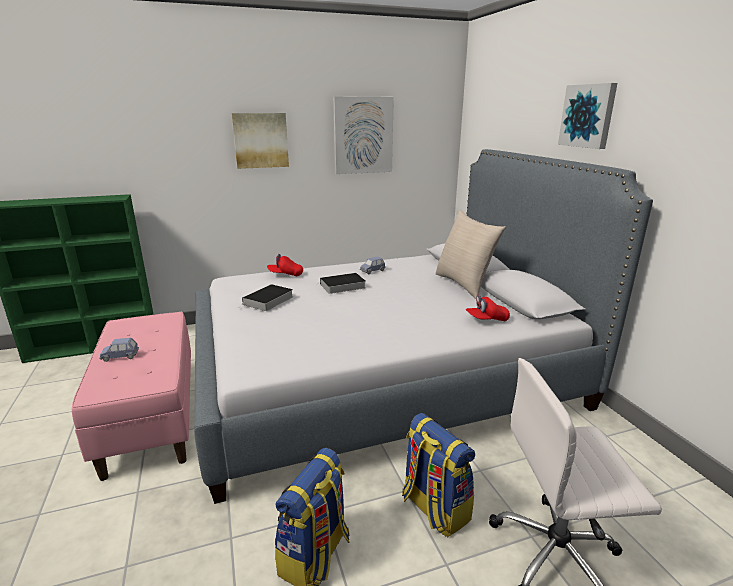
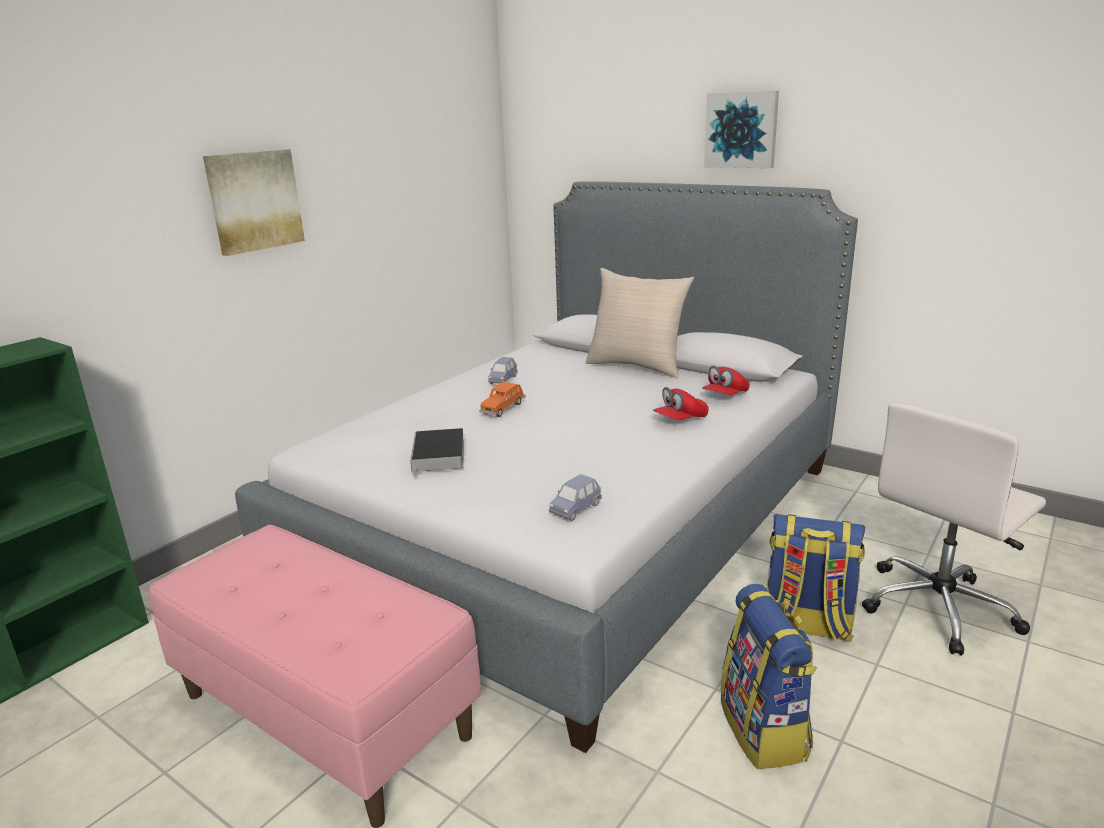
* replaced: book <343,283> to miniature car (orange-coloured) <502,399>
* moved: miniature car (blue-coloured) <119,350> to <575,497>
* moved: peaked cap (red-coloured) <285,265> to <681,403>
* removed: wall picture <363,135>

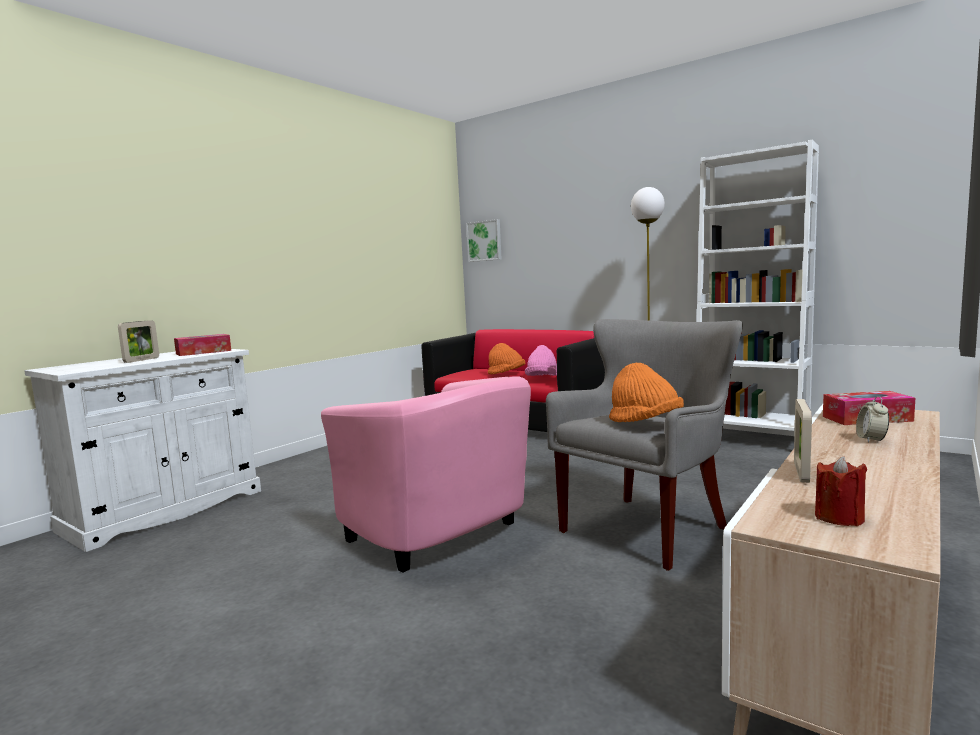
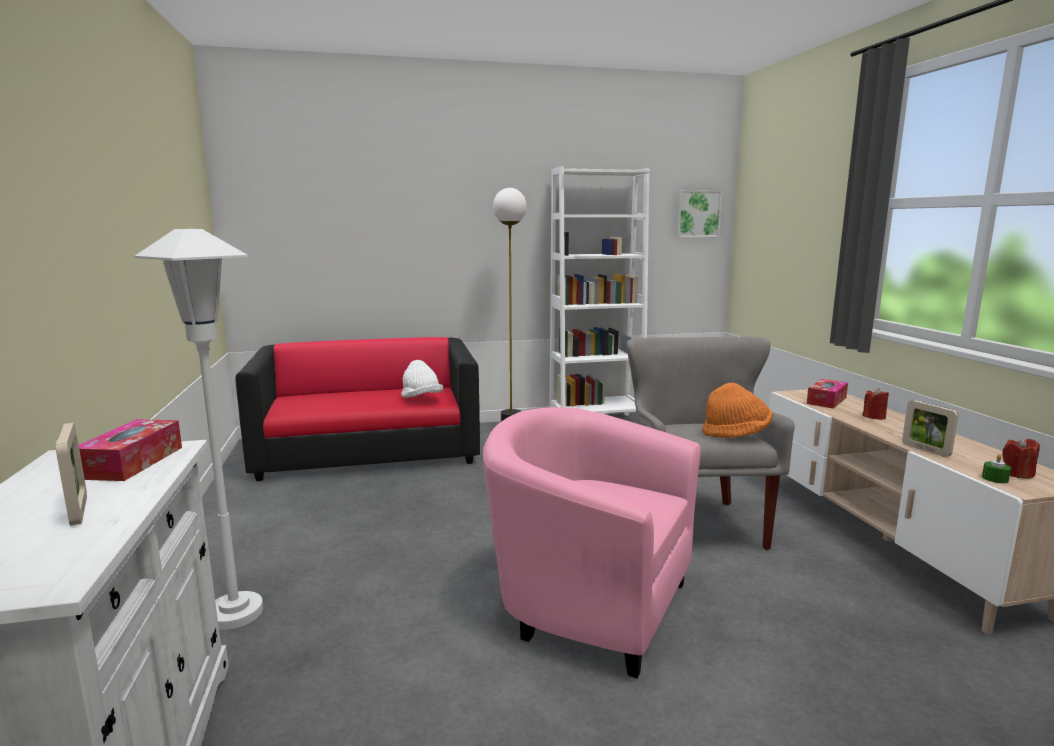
* added: floor lamp (white-coloured) <198,429>
* recoloured: wearable hat (pink) <541,360> to wearable hat (white-coloured) <422,379>
* turned: easy chair (pink) <426,475> = <592,543> 150 degrees counterclockwise
* moved: wall picture <484,240> to <699,213>
* replaced: bedside clock <872,419> to wax light (red-coloured) <875,404>
* added: wax light (green) <996,468>
* removed: wearable hat (orange-coloured) <506,359>

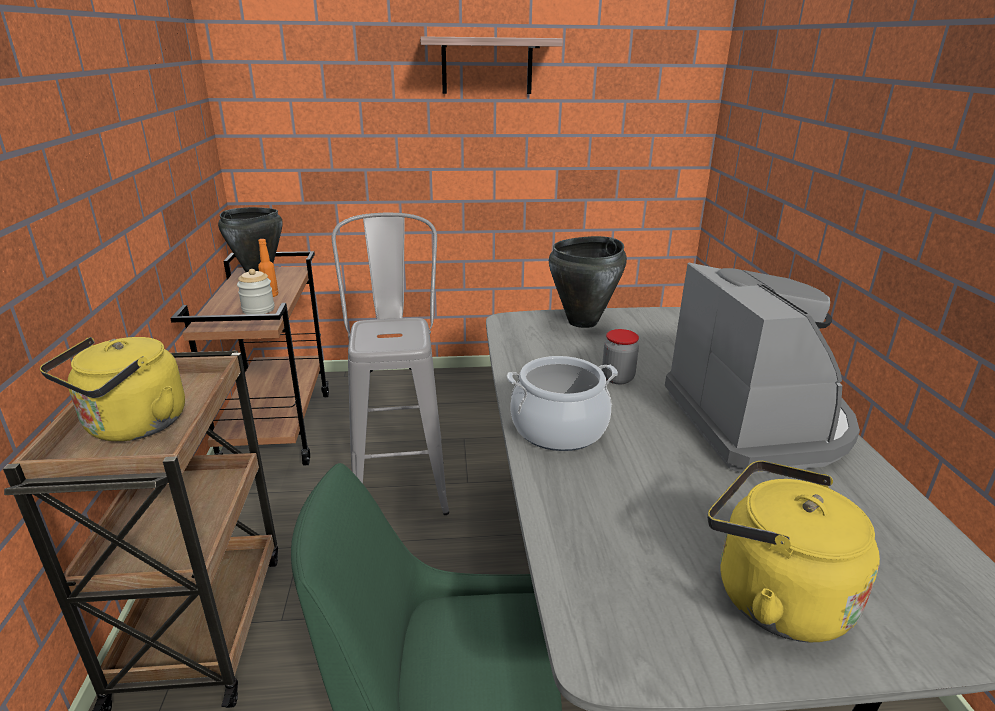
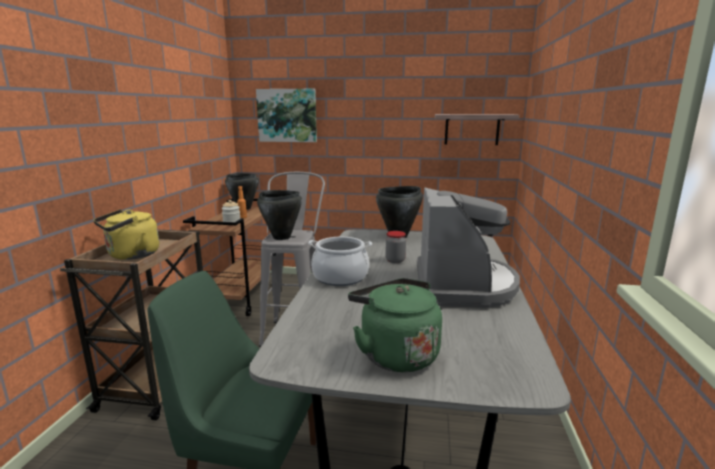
* added: wall picture <286,115>
* added: saucepot (black) <279,215>
* recoloured: tea kettle (yellowish) <794,551> to tea kettle (green) <395,325>
* moved: wall shelf <491,65> to <477,129>

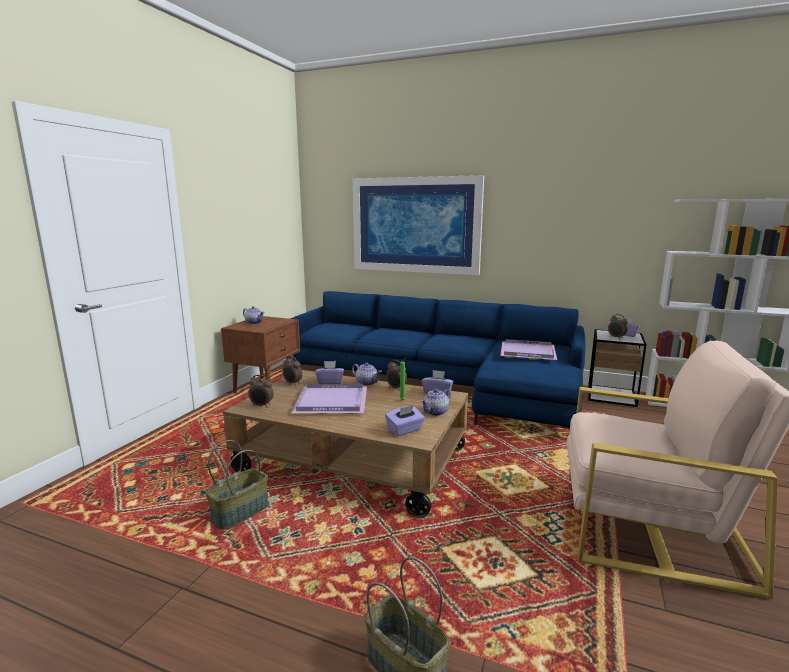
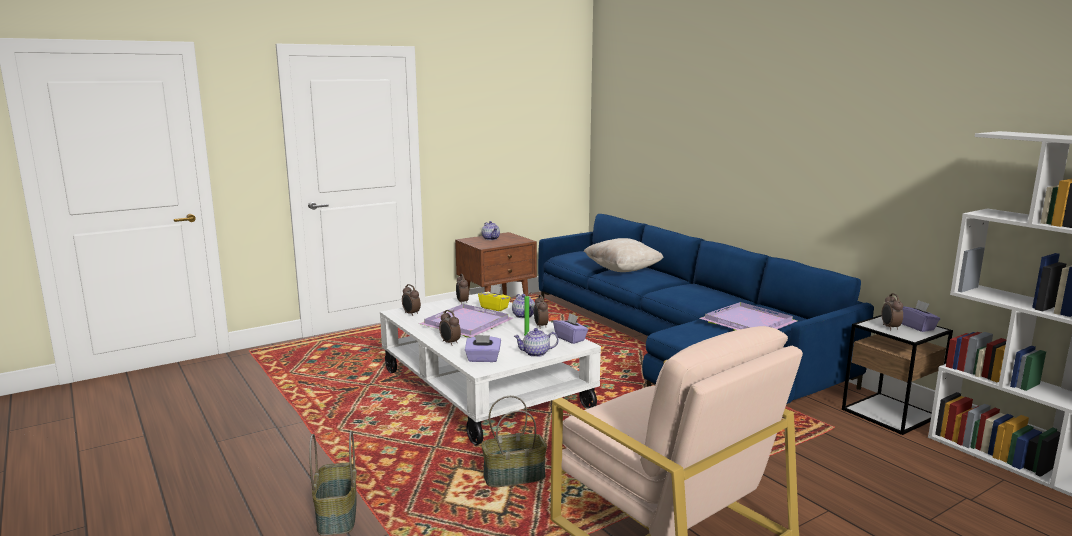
* recoloured: coffee table (brown-coloured) <345,443> to coffee table (white-coloured) <490,368>
* added: bedside clock <450,328>
* recoloured: box of tissues (purple) <329,372> to box of tissues (yellowish) <494,298>
* moved: storage basket <237,485> to <514,441>
* added: throw pillow (beige) <623,255>
* removed: wall picture <418,225>

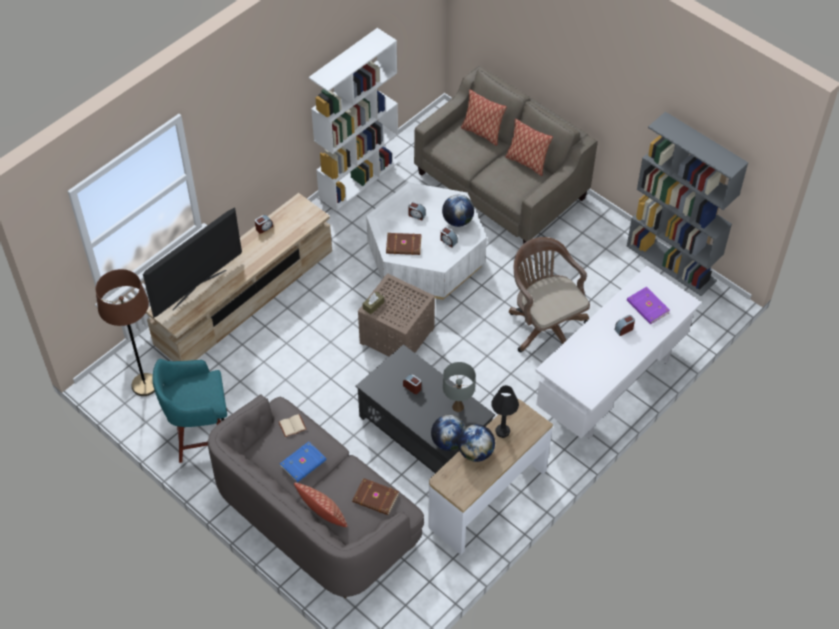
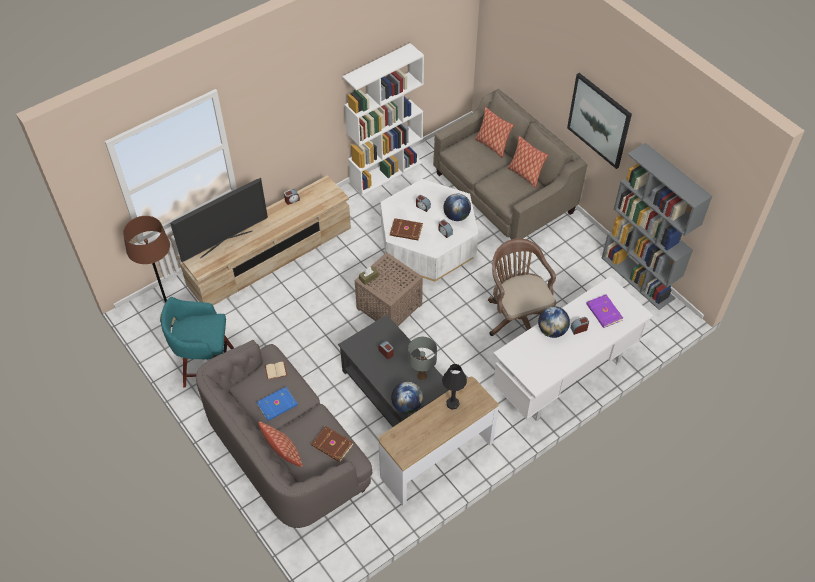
* moved: globe <476,443> to <554,322>
* added: wall picture <599,121>

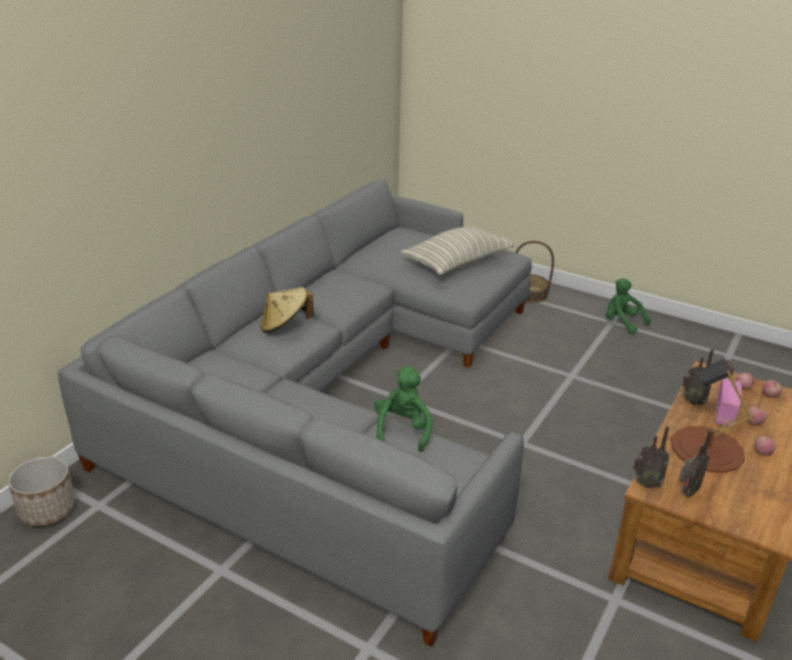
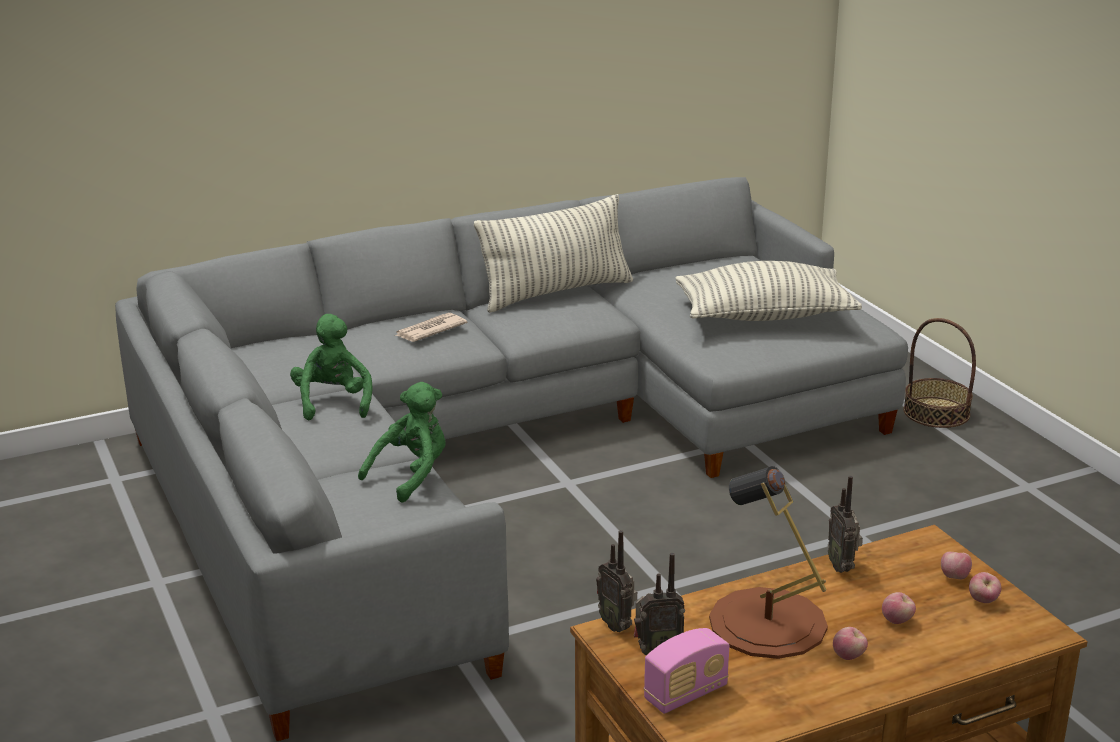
* moved: plush toy (green) <628,306> to <331,367>
* replaced: wearable hat (beige) <287,310> to newspaper <431,327>
* added: throw pillow <553,253>
* moved: radio <728,402> to <686,671>
* removed: planter <42,491>

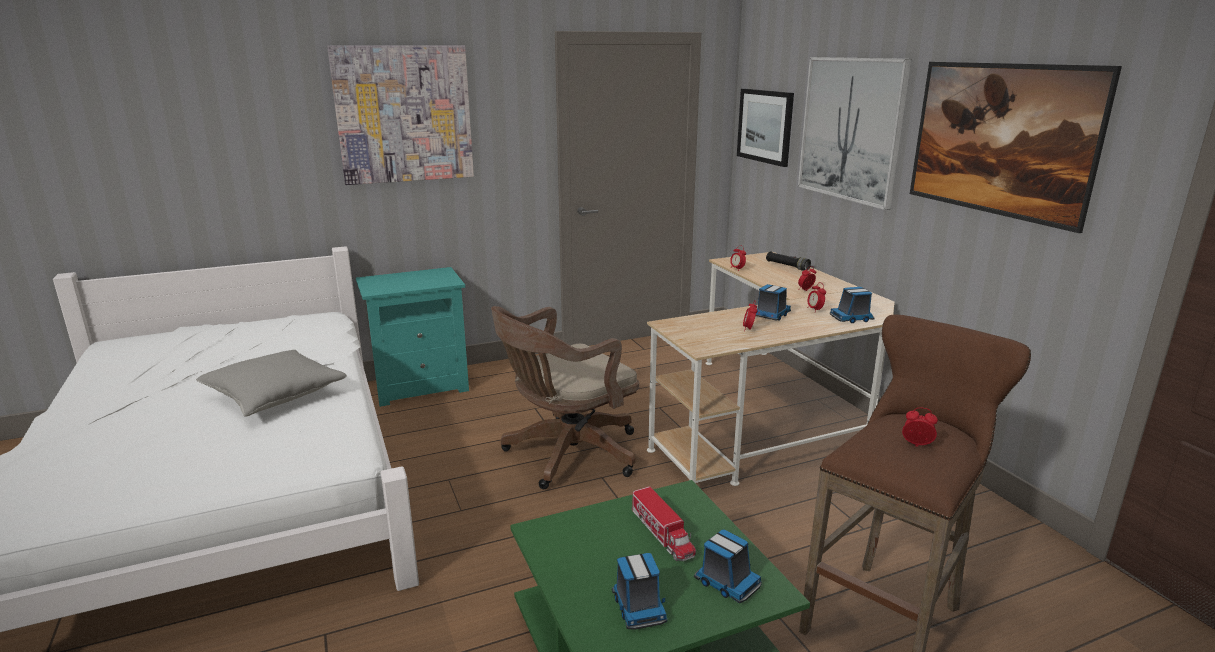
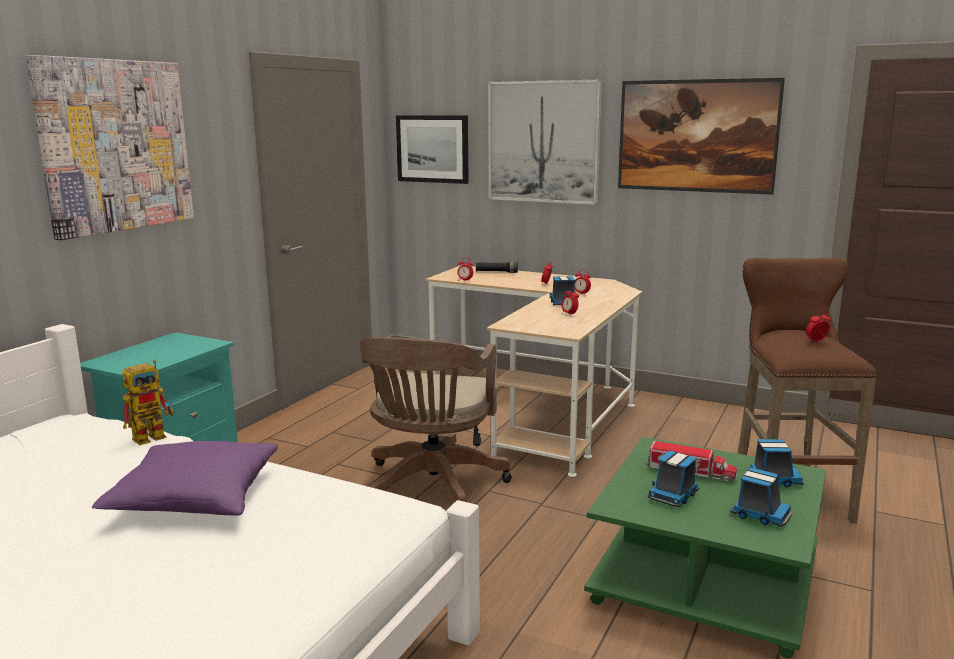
* recoloured: throw pillow (gray) <271,383> to throw pillow (purple) <185,478>
* added: model robot <148,402>
* moved: model truck <852,305> to <673,479>

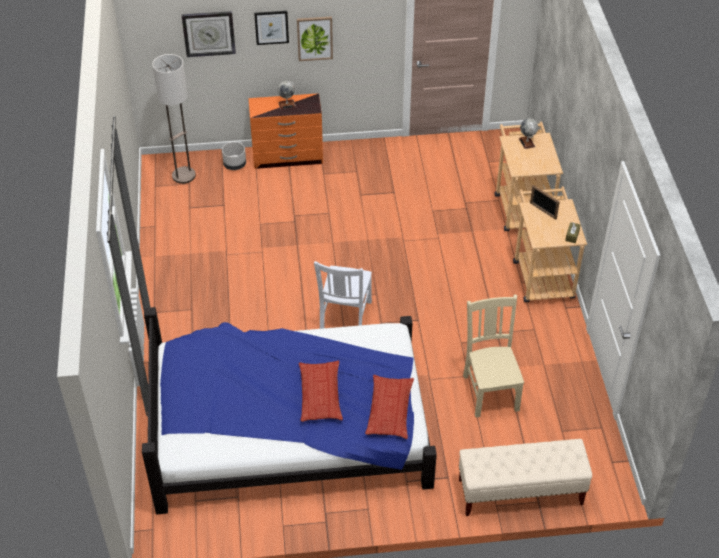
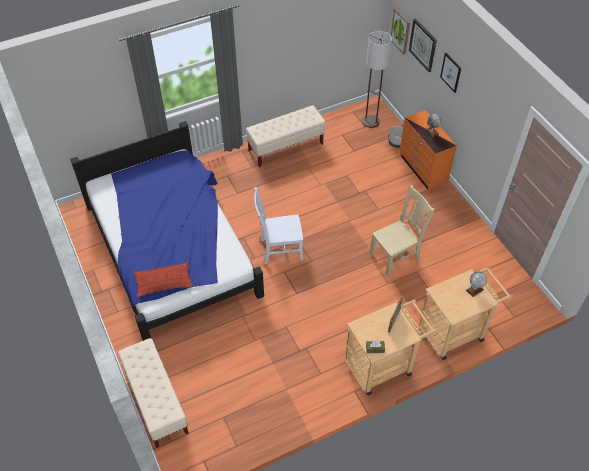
* added: bench (beige) <285,136>
* moved: chair (beige) <493,356> to <402,230>
* moved: wall picture <315,38> to <400,31>
* removed: throw pillow <321,391>

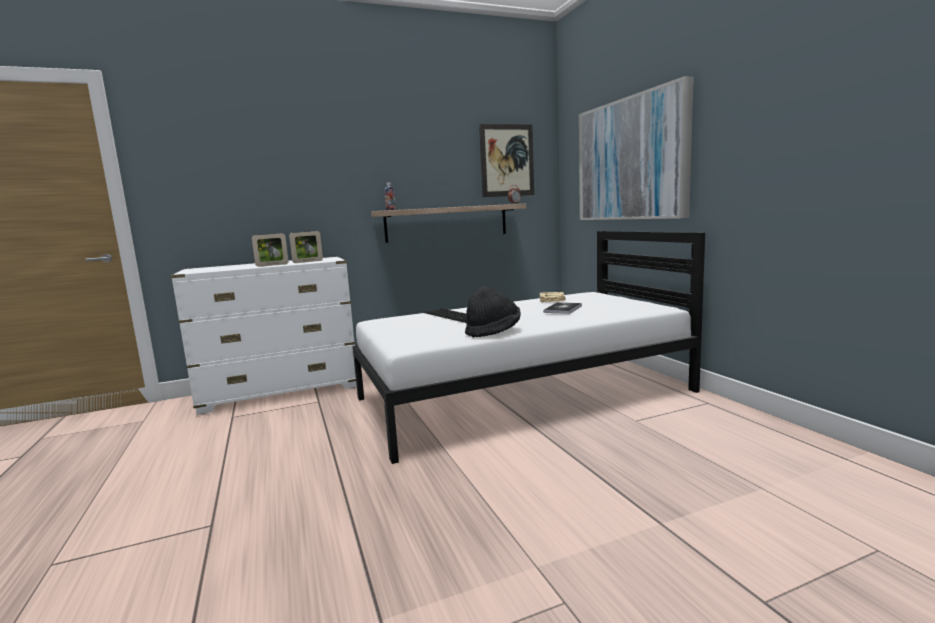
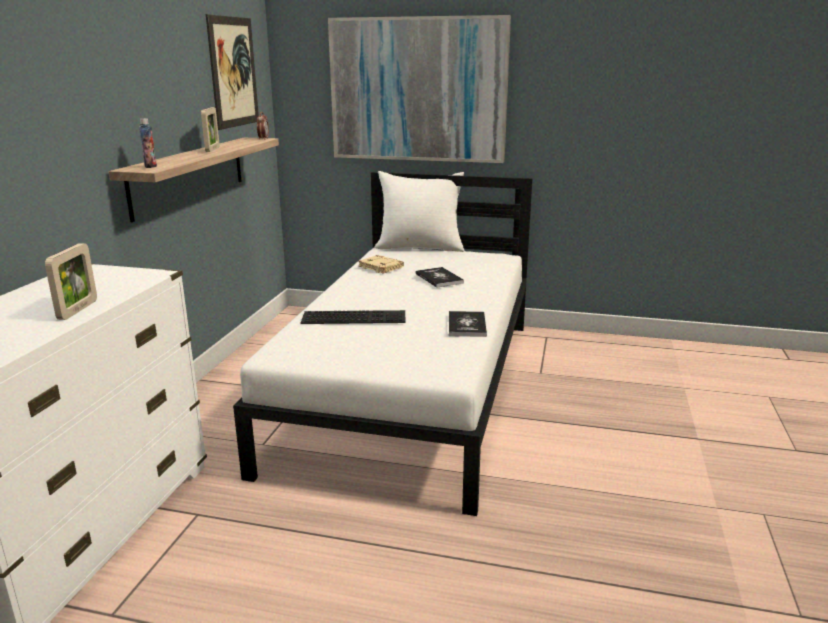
* moved: standing frame <306,247> to <210,129>
* added: throw pillow (white-coloured) <420,211>
* replaced: wearable hat (black) <493,312> to book <468,324>

